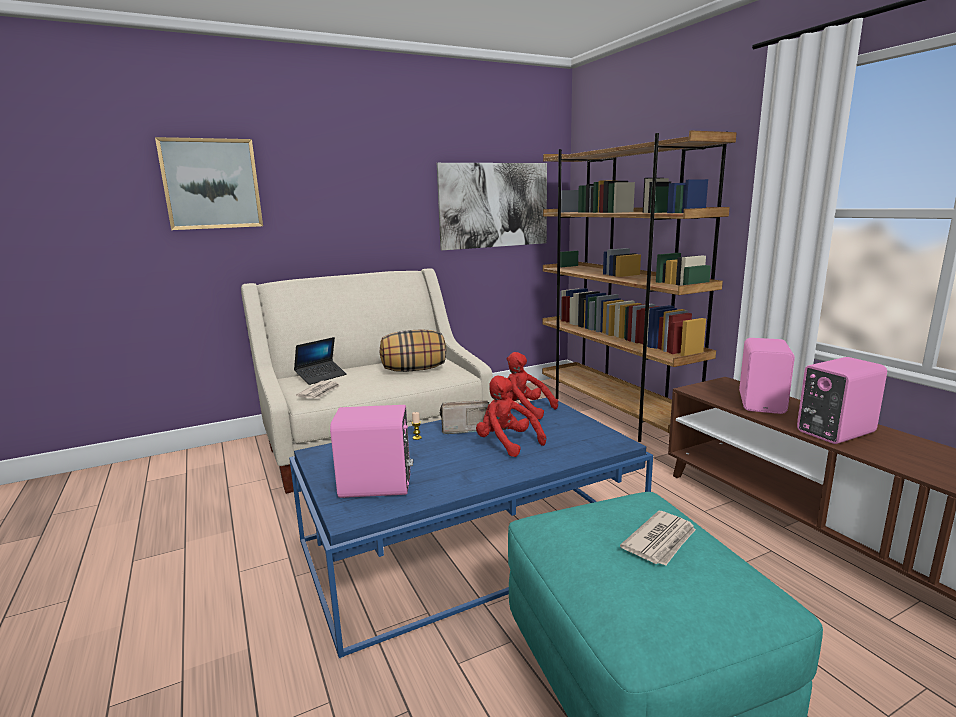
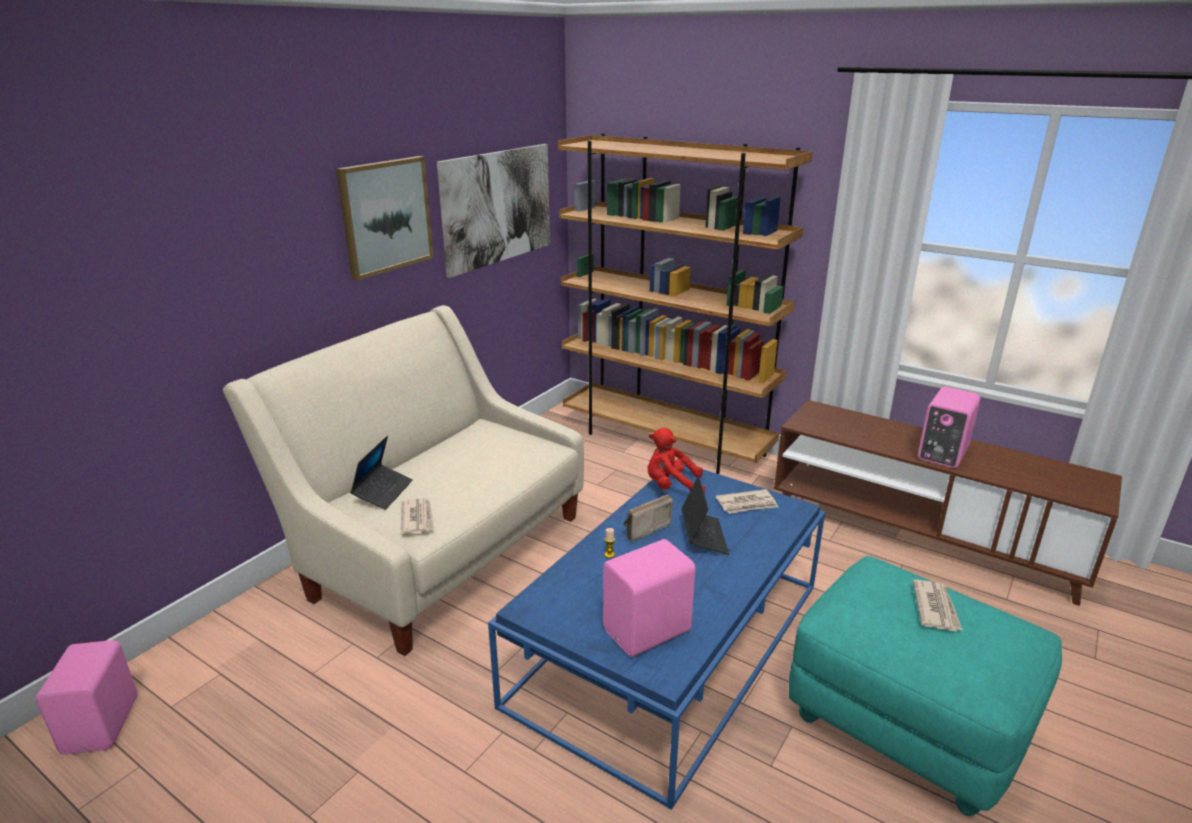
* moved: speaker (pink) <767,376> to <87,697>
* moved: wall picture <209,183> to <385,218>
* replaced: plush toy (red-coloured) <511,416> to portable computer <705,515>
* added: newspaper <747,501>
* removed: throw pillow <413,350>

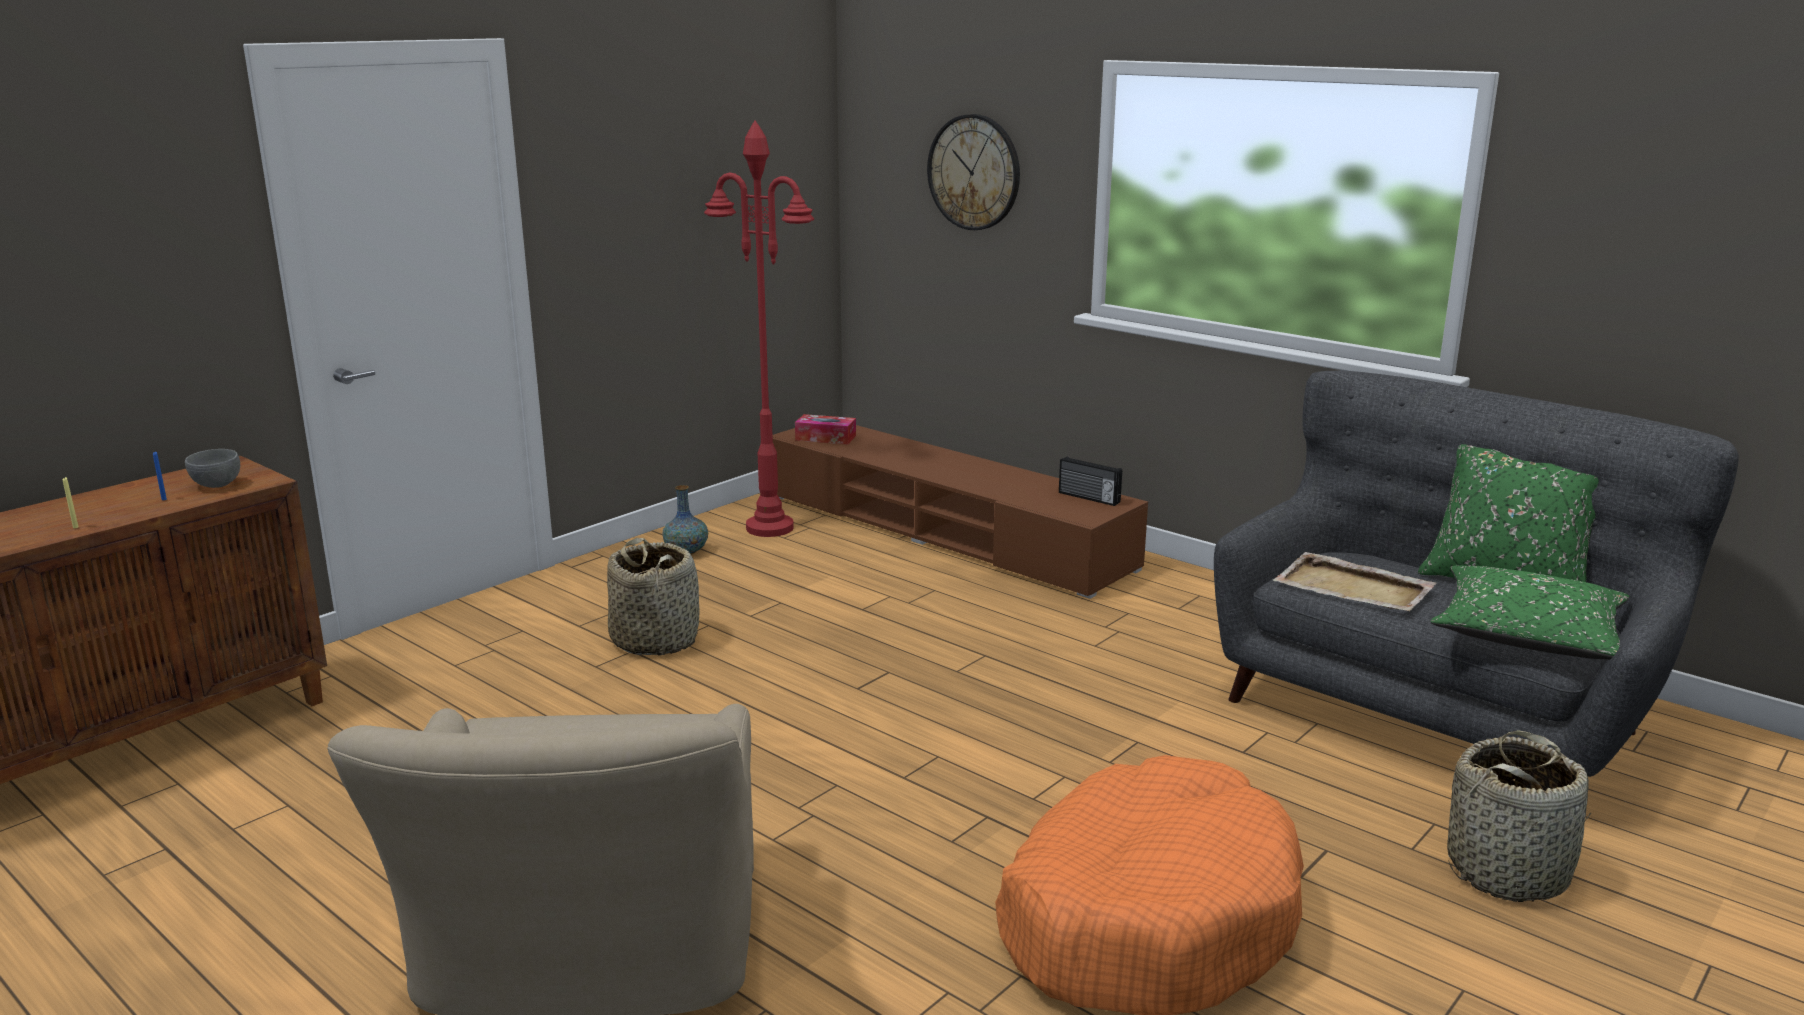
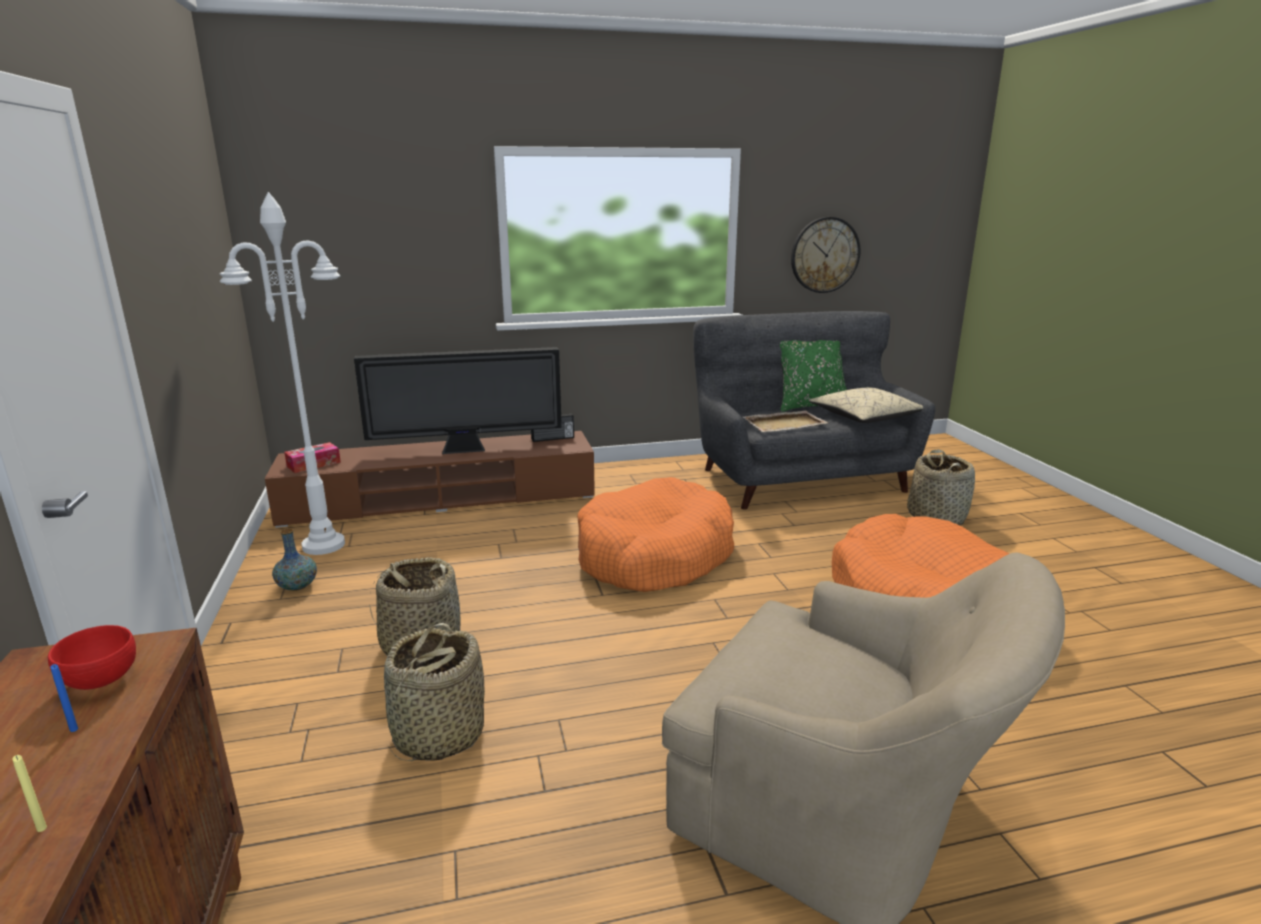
* recoloured: bowl (gray) <212,468> to bowl (red-coloured) <92,657>
* recoloured: floor lamp (red-coloured) <759,328> to floor lamp (white-coloured) <282,373>
* added: TV set <458,400>
* added: storage basket <434,692>
* added: dog bed (orange-coloured) <655,534>
* moved: clock on the wall <973,172> to <825,255>
* recoloured: throw pillow (green) <1530,612> to throw pillow (beige) <866,405>

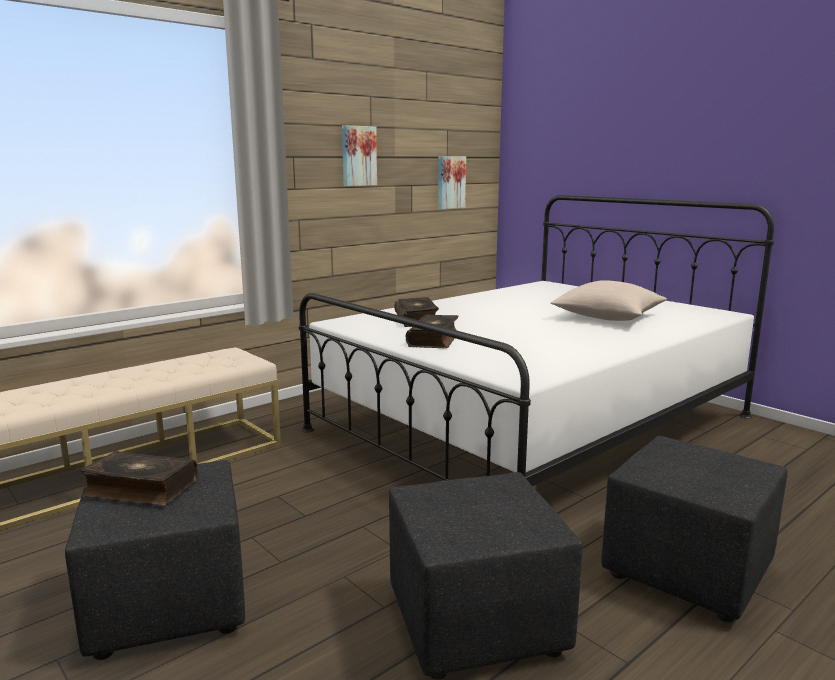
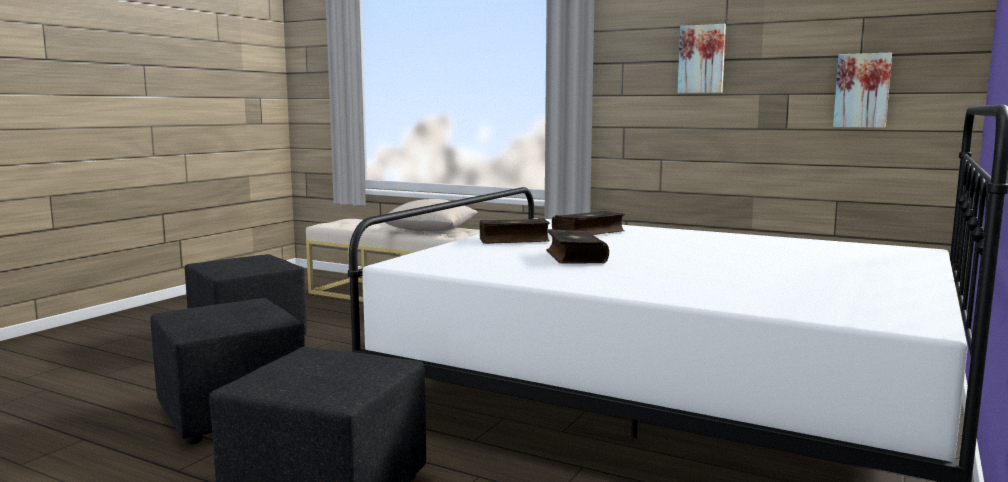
* moved: throw pillow (beige) <609,300> to <430,215>
* moved: book <139,478> to <577,246>

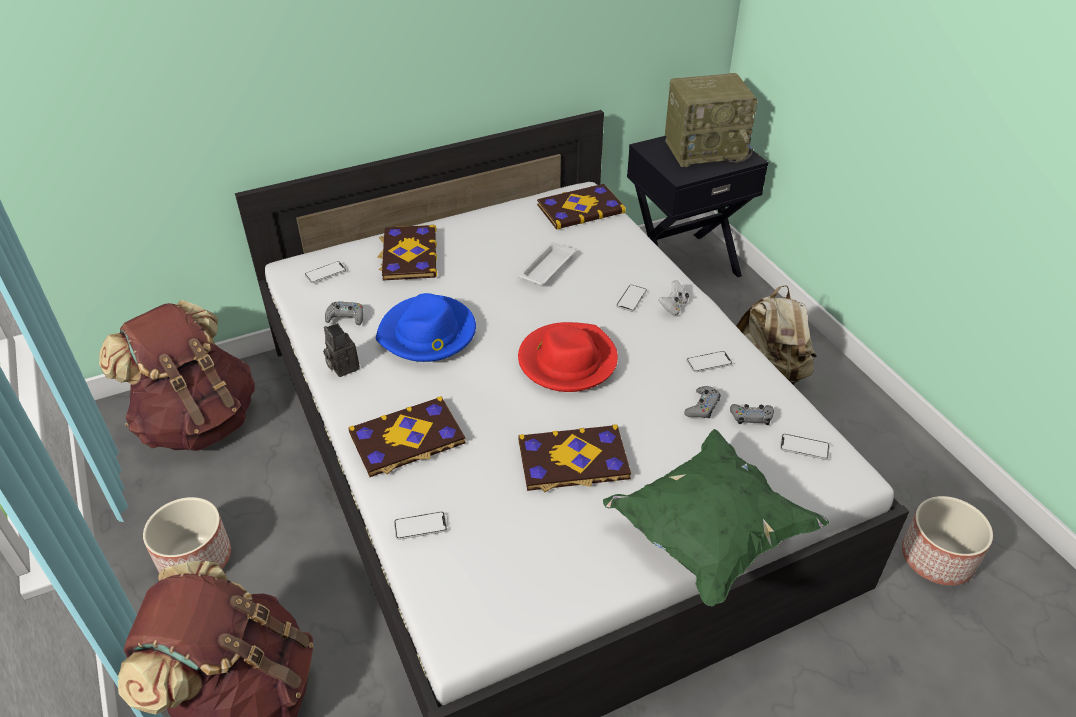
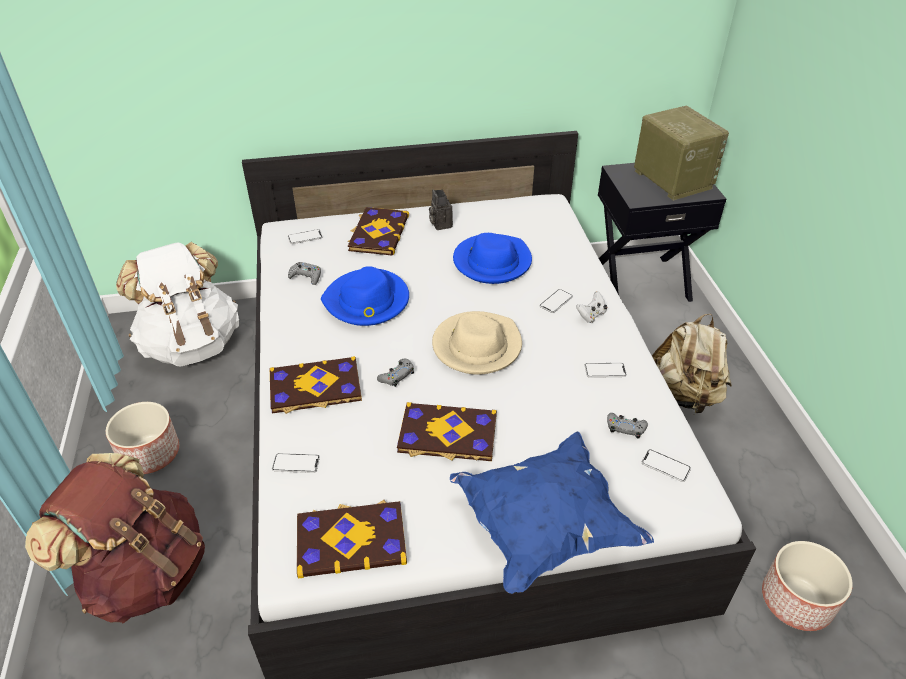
* recoloured: rucksack (brown-coloured) <177,375> to rucksack (white-coloured) <177,304>
* moved: book <581,207> to <352,539>
* moved: gamepad (gray) <702,402> to <395,373>
* moved: still camera <341,350> to <441,209>
* recoloured: wearable hat (red-coloured) <568,357> to wearable hat (beige) <477,343>
* recoloured: throw pillow (green) <716,517> to throw pillow (blue-coloured) <552,513>
* replaced: tray (white-coloured) <546,263> to wearable hat (blue-coloured) <492,258>
* turned: radio <711,120> = <681,153> 120 degrees counterclockwise

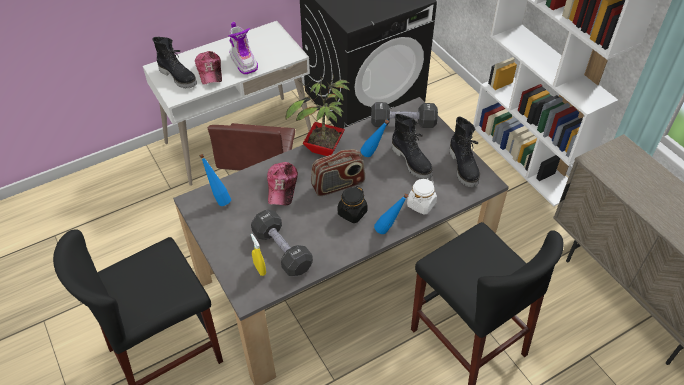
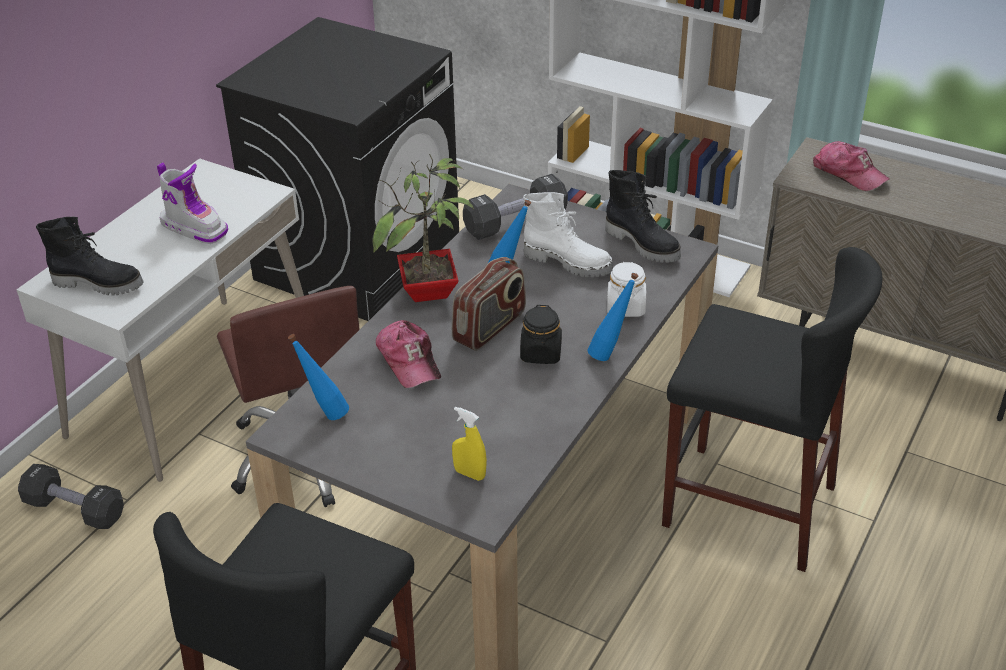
* moved: dumbbell (black) <282,243> to <71,496>
* recoloured: high-top boot (black) <412,146> to high-top boot (white-coloured) <568,235>
* moved: peaked cap <208,68> to <851,166>

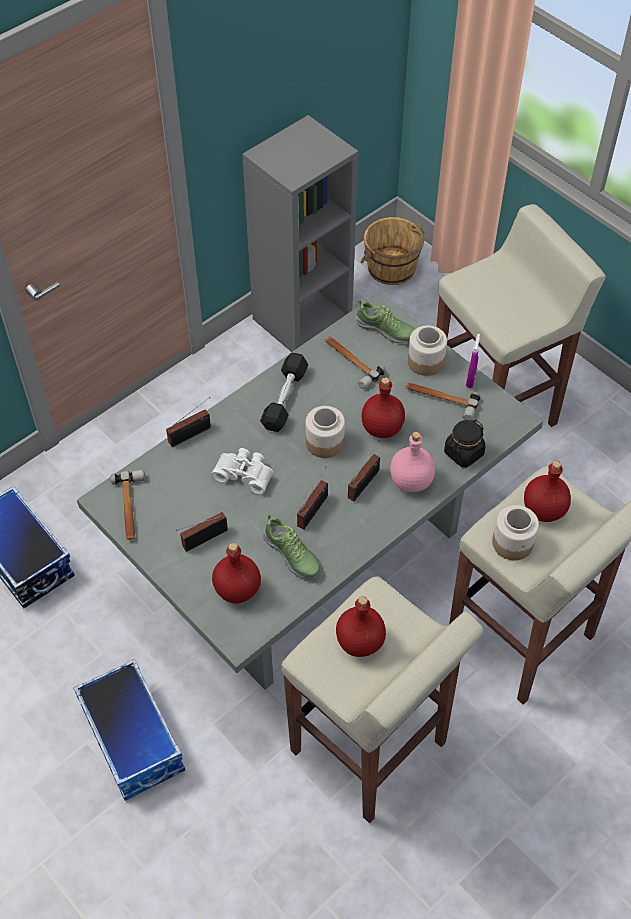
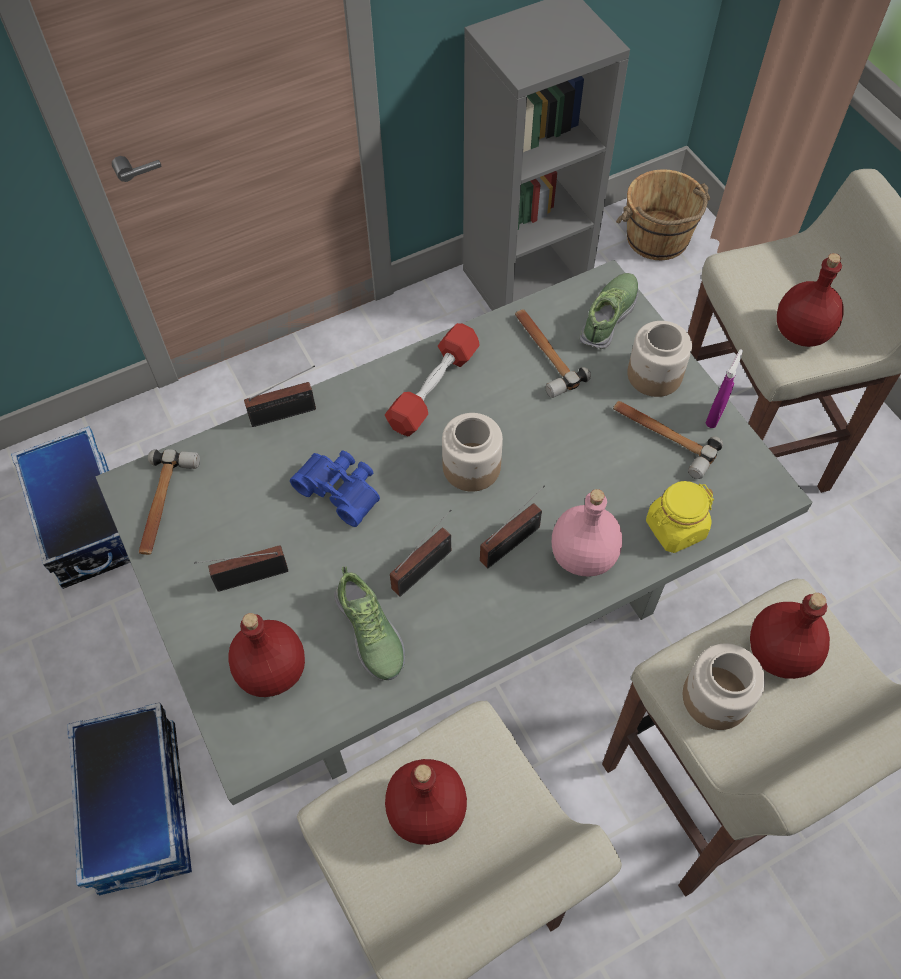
* recoloured: binoculars (white-coloured) <242,471> to binoculars (blue-coloured) <335,489>
* recoloured: dumbbell (black) <284,392> to dumbbell (red-coloured) <432,379>
* turned: shoe <385,322> = <609,311> 105 degrees counterclockwise
* recoloured: storage jar (black) <464,444> to storage jar (yellowish) <680,517>
* moved: bottle (red-coloured) <383,407> to <810,300>

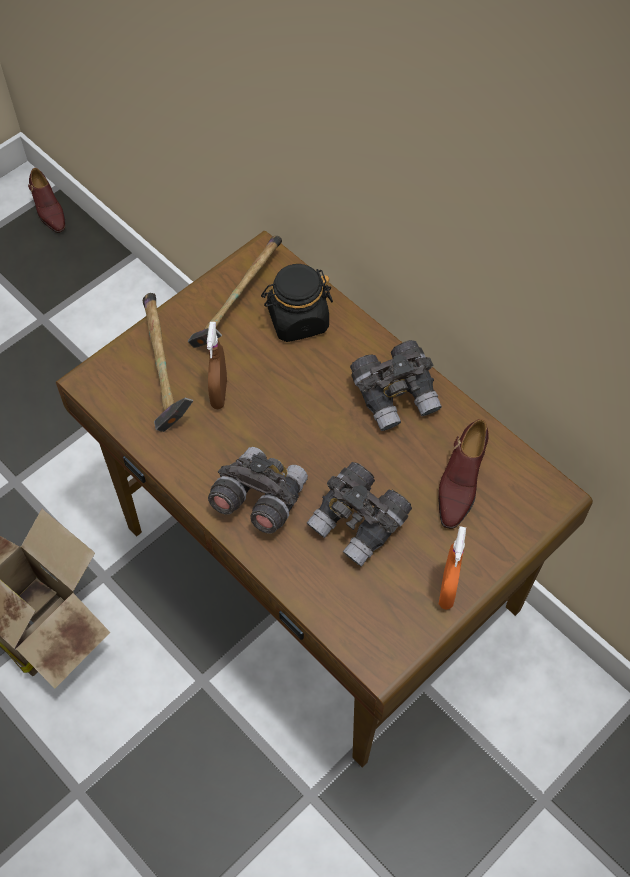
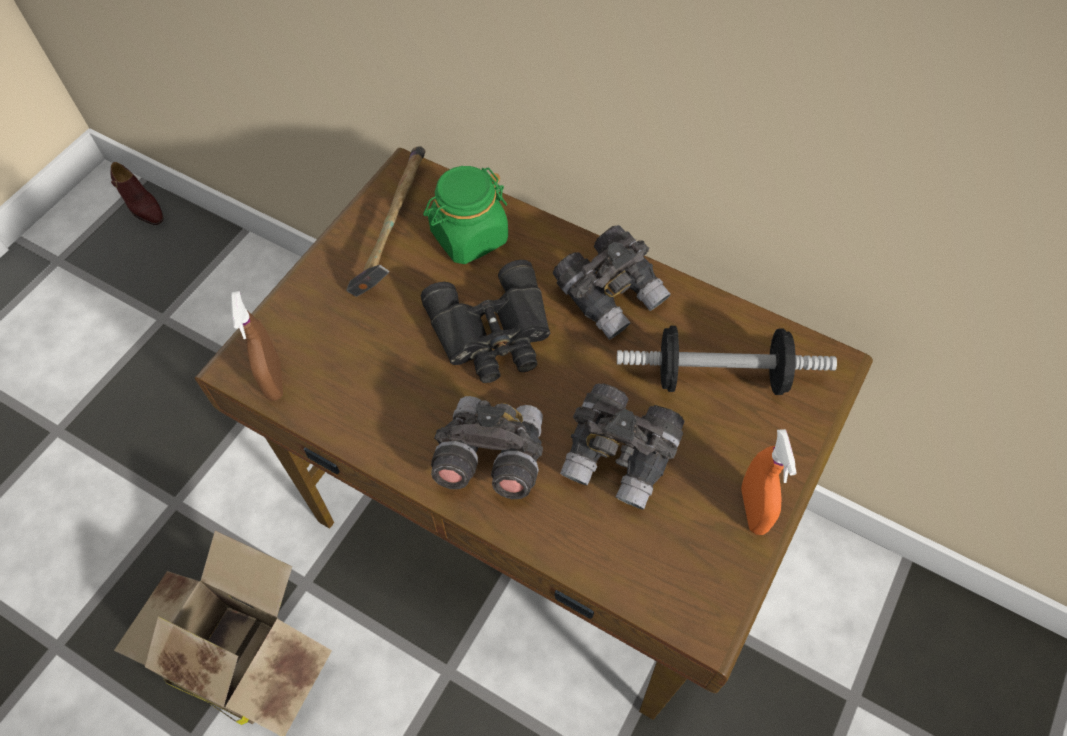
* moved: hand sprayer (brown-coloured) <217,365> to <257,346>
* added: binoculars (black) <486,321>
* recoloured: storage jar (black) <297,303> to storage jar (green) <465,215>
* replaced: shoe (brown-coloured) <463,474> to dumbbell <727,360>
* removed: hammer <168,362>

